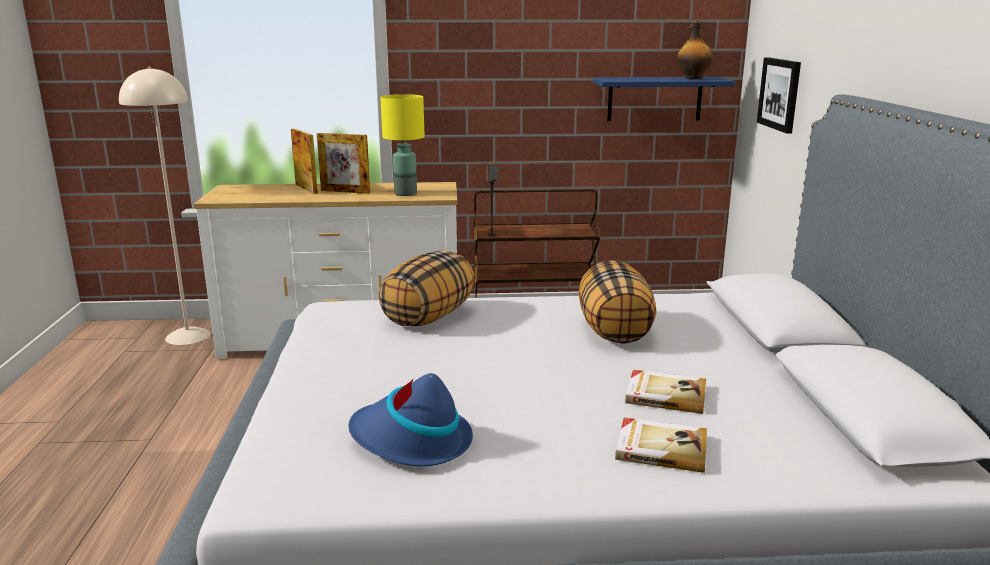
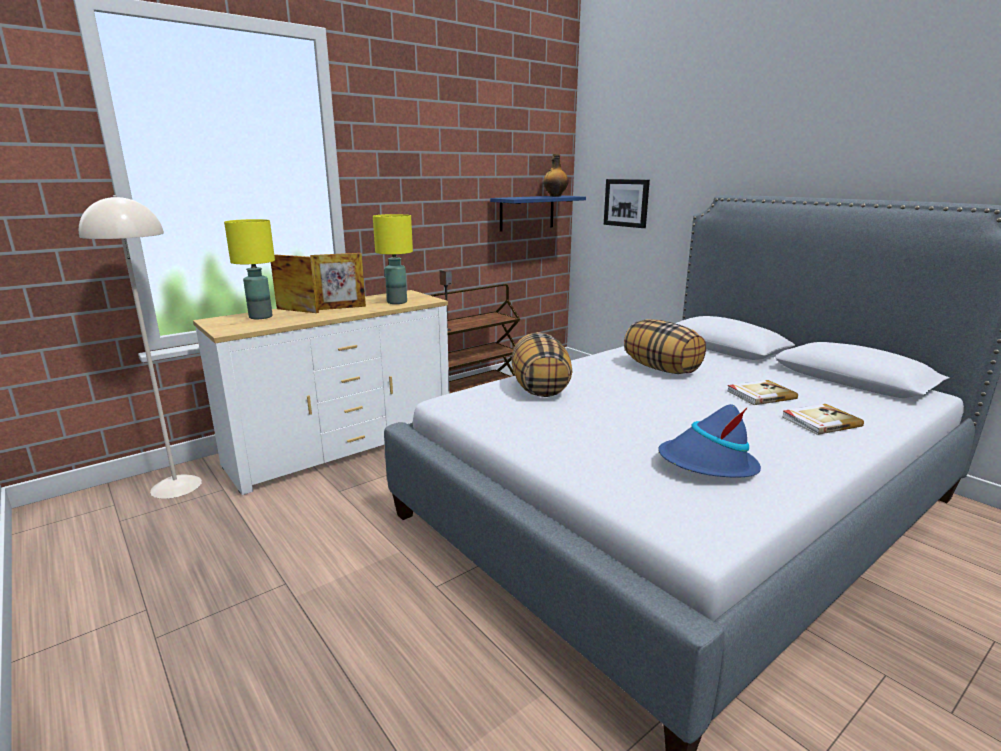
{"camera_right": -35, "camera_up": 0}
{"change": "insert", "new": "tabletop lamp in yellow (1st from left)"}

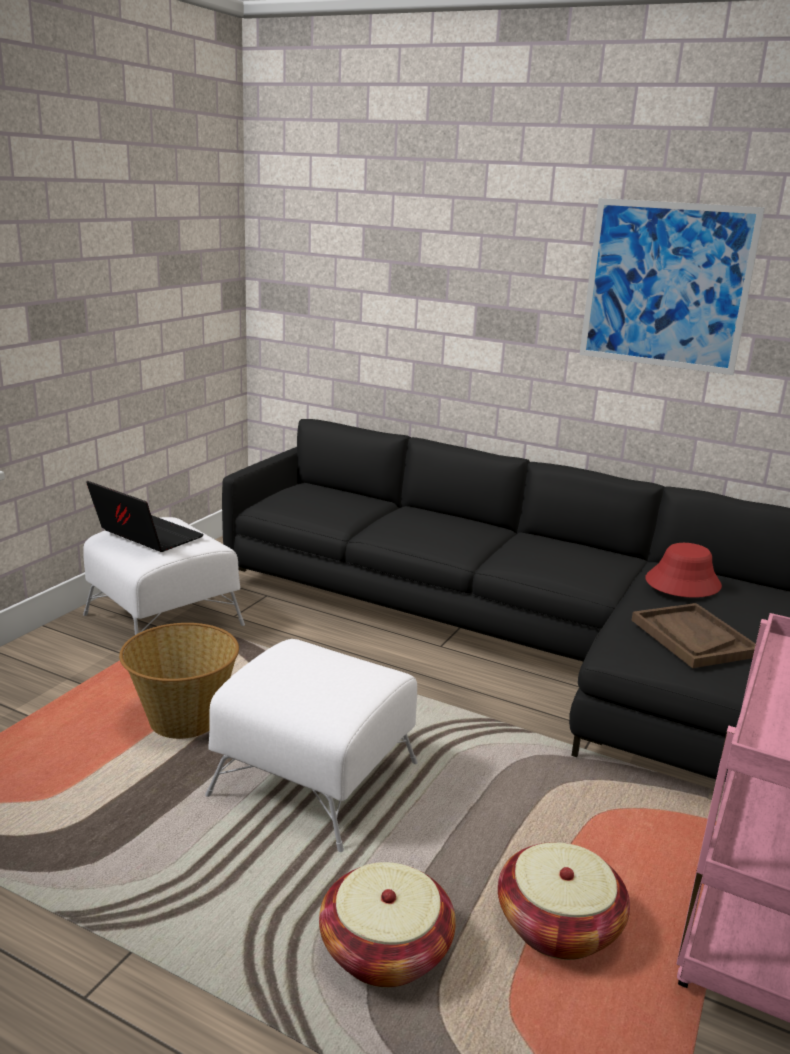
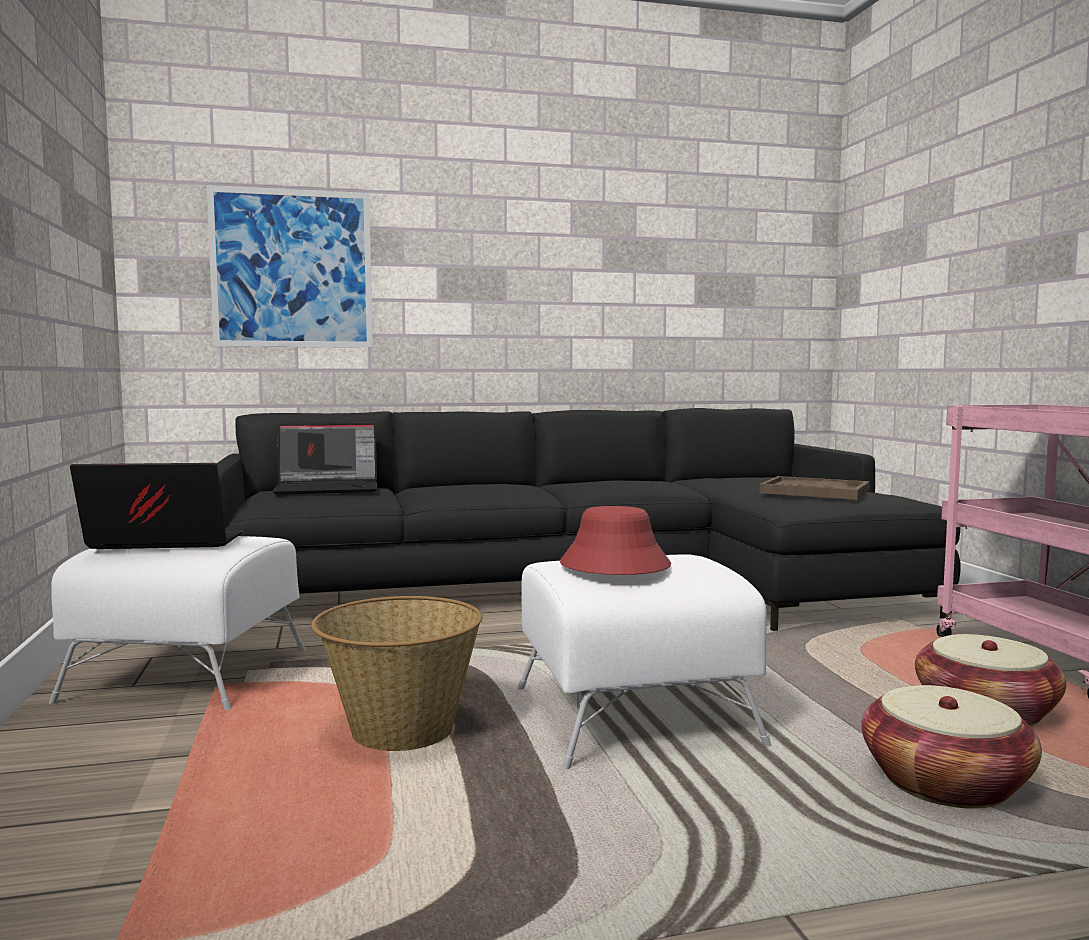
{"camera_right": -40, "camera_up": -15}
{"change": "move", "old": "wall picture"}
{"change": "insert", "new": "notebook computer (2nd from left)"}
{"change": "move", "old": "wearable hat in red"}

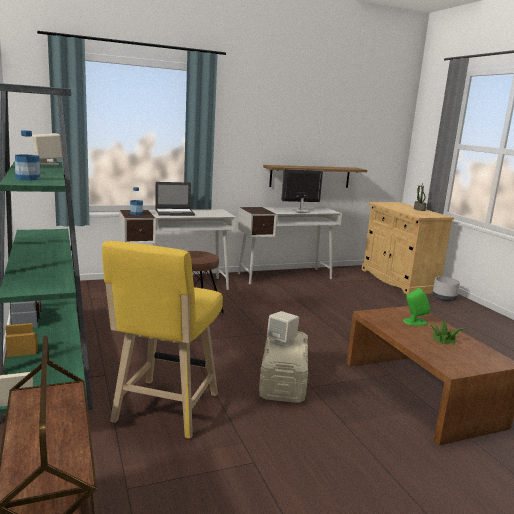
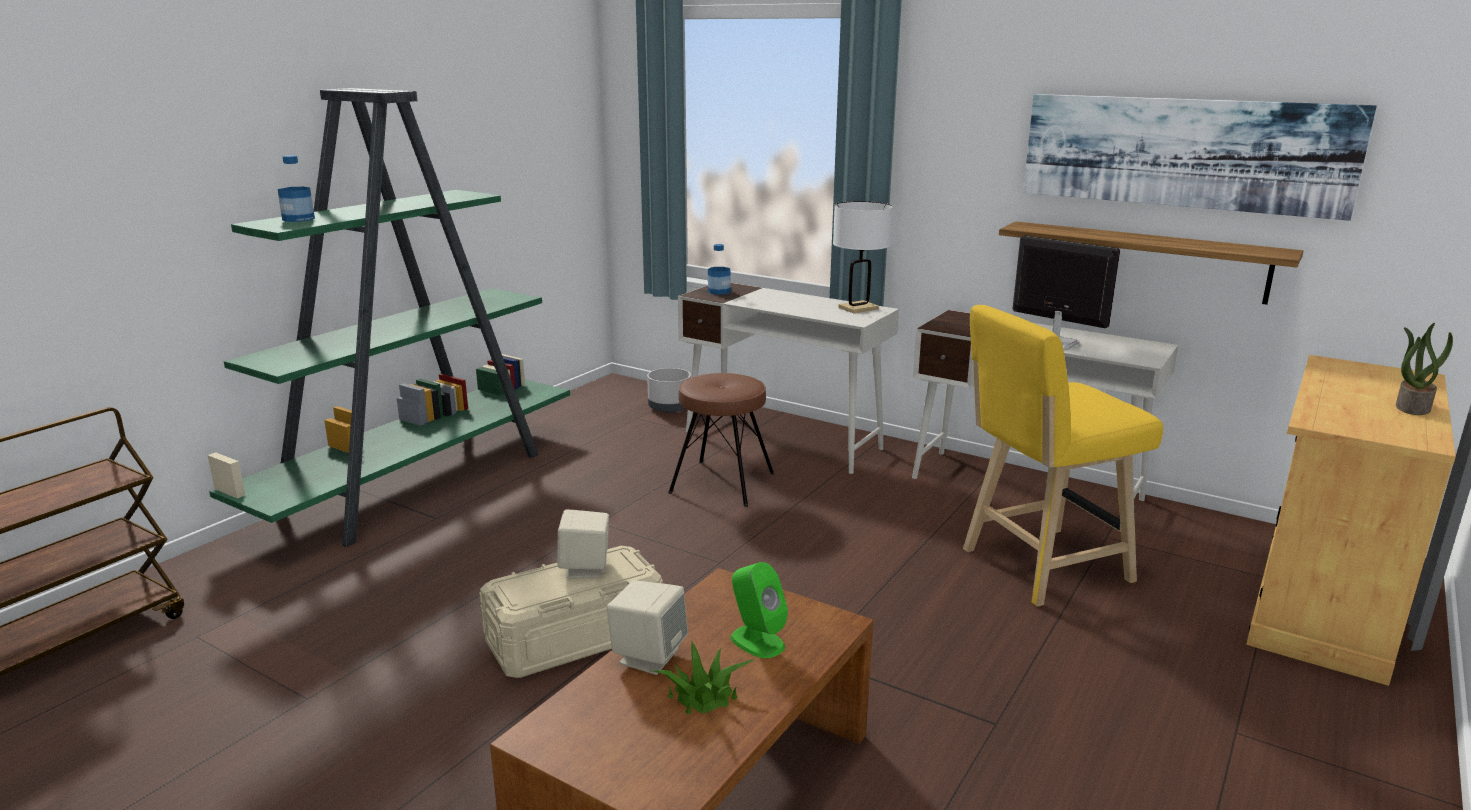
{"camera_right": 55, "camera_up": 5}
{"change": "move", "old": "speaker in beige (1st from left in the first image)", "new": "speaker in beige (2nd from left)"}
{"change": "move", "old": "flower pot in gray"}
{"change": "insert", "new": "tabletop lamp in white-coloured"}
{"change": "move", "old": "sitting stool in yellow"}
{"change": "insert", "new": "wall picture"}
{"change": "delete", "old": "notebook computer"}

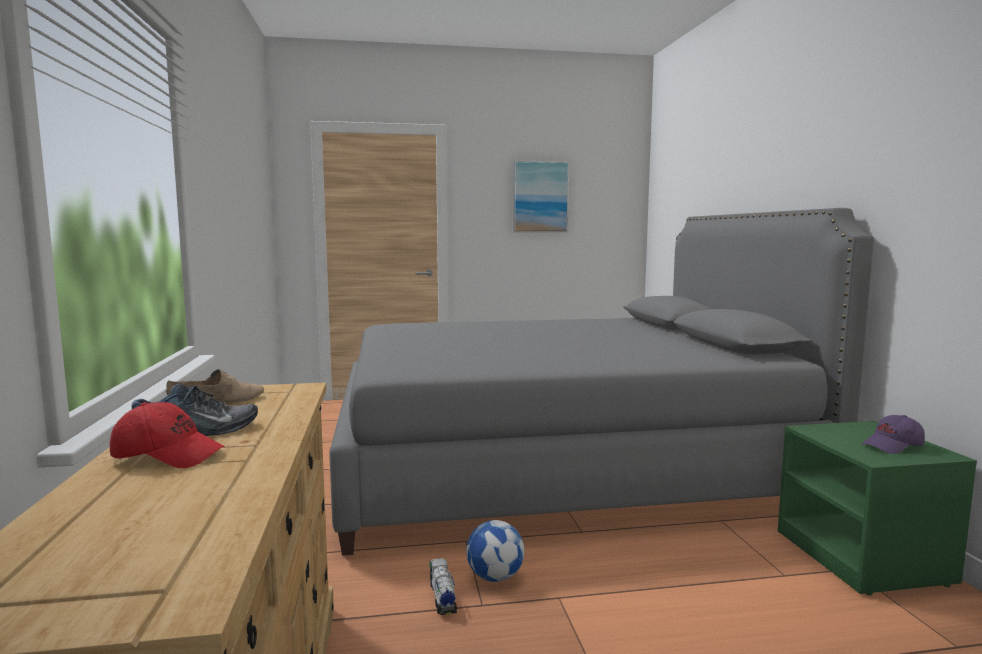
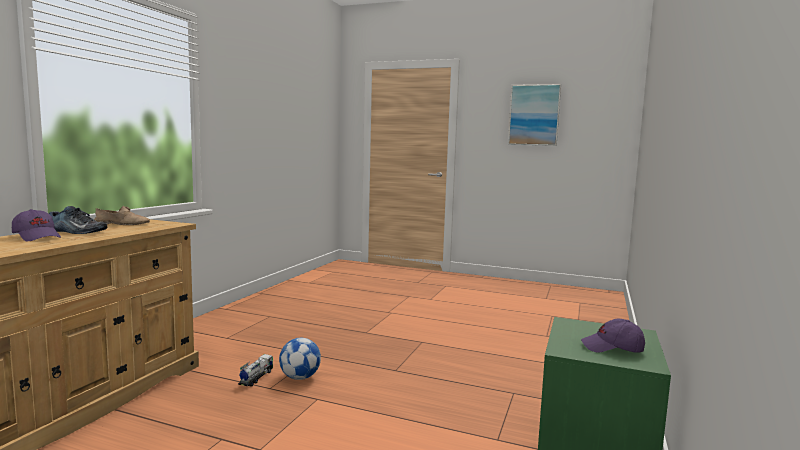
{"camera_right": 30, "camera_up": 0}
{"change": "recolor", "old": "baseball cap in red", "new": "baseball cap in purplish (1st from left)"}
{"change": "delete", "old": "sleeping bed in gray"}

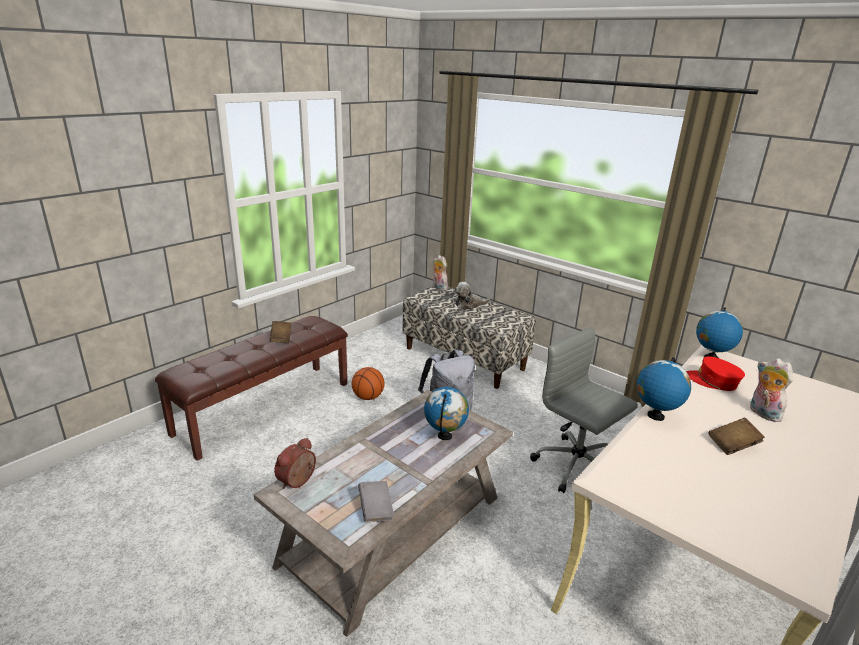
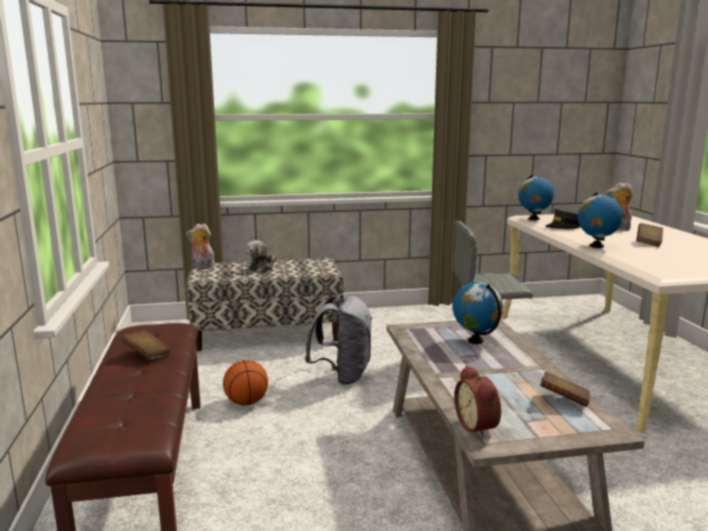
{"camera_right": -50, "camera_up": -10}
{"change": "recolor", "old": "book in gray", "new": "book in brown (2nd from left)"}
{"change": "recolor", "old": "baseball cap in red", "new": "baseball cap in gray"}

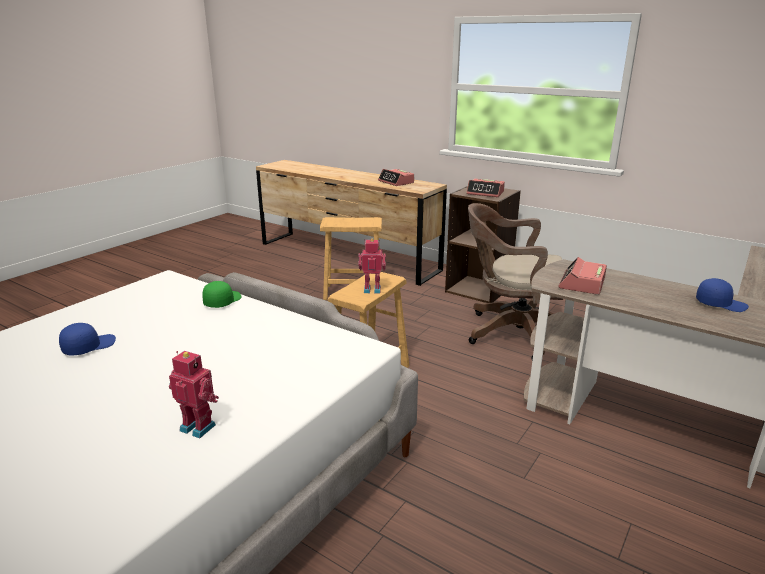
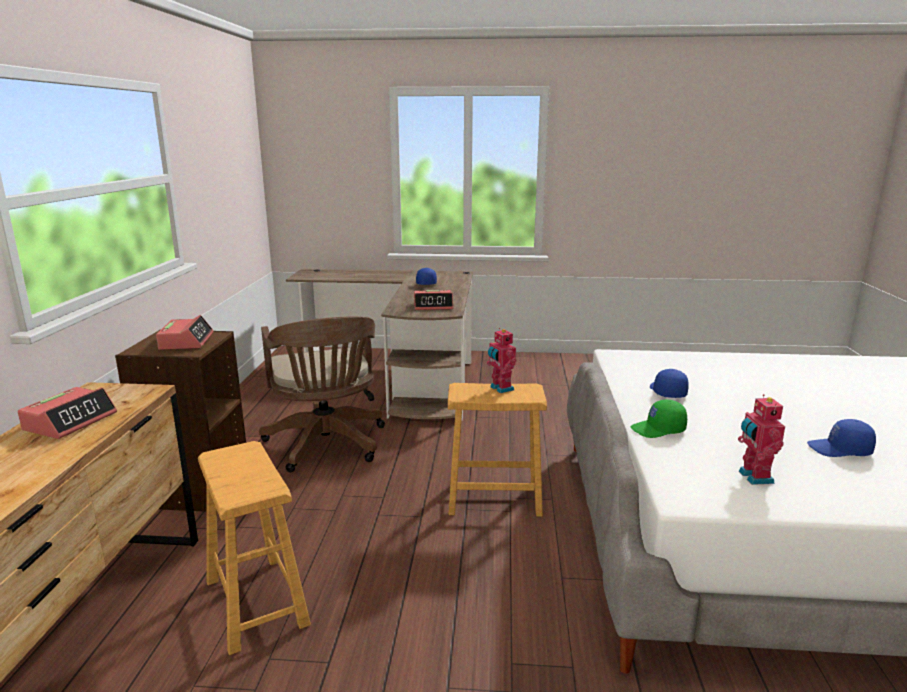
{"camera_right": -120, "camera_up": -5}
{"change": "insert", "new": "baseball cap in blue-coloured (2nd from left)"}
{"change": "move", "old": "robot figure (1st from left in the first image)", "new": "robot figure (2nd from left)"}

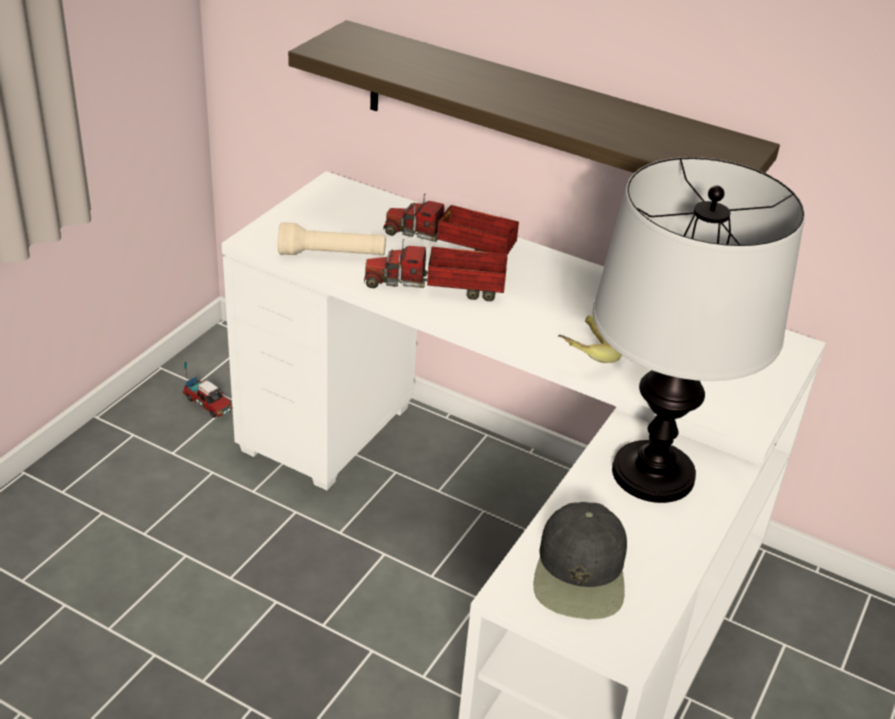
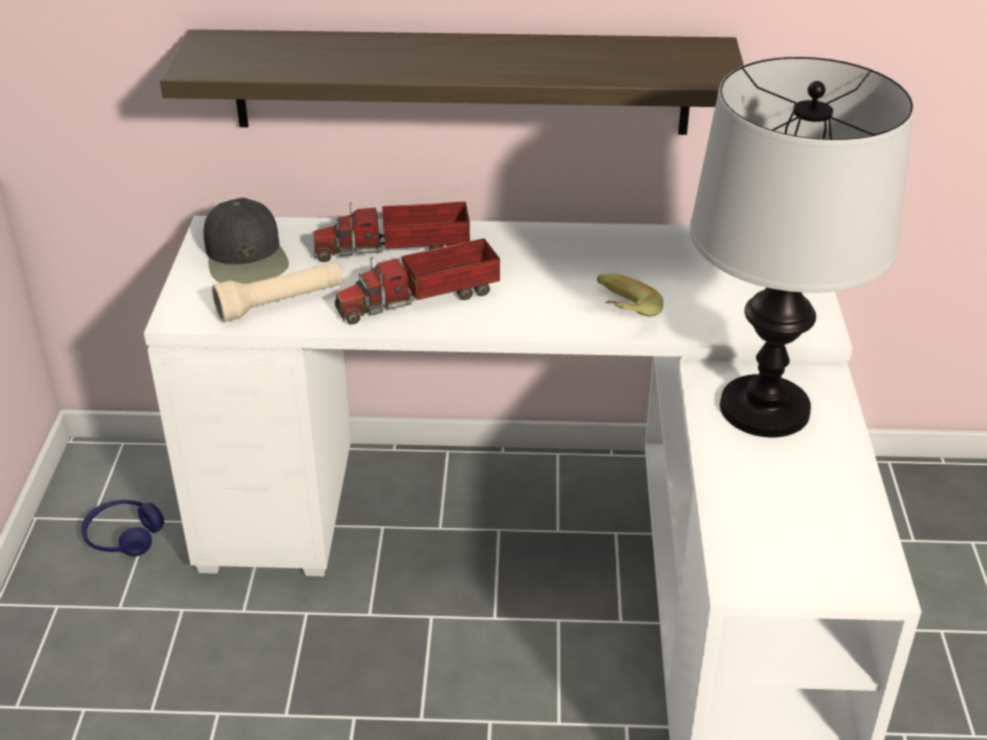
{"camera_right": -25, "camera_up": 0}
{"change": "replace", "old": "toy lorry (1st from left)", "new": "headset in blue-coloured"}
{"change": "move", "old": "baseball cap in black-coloured"}

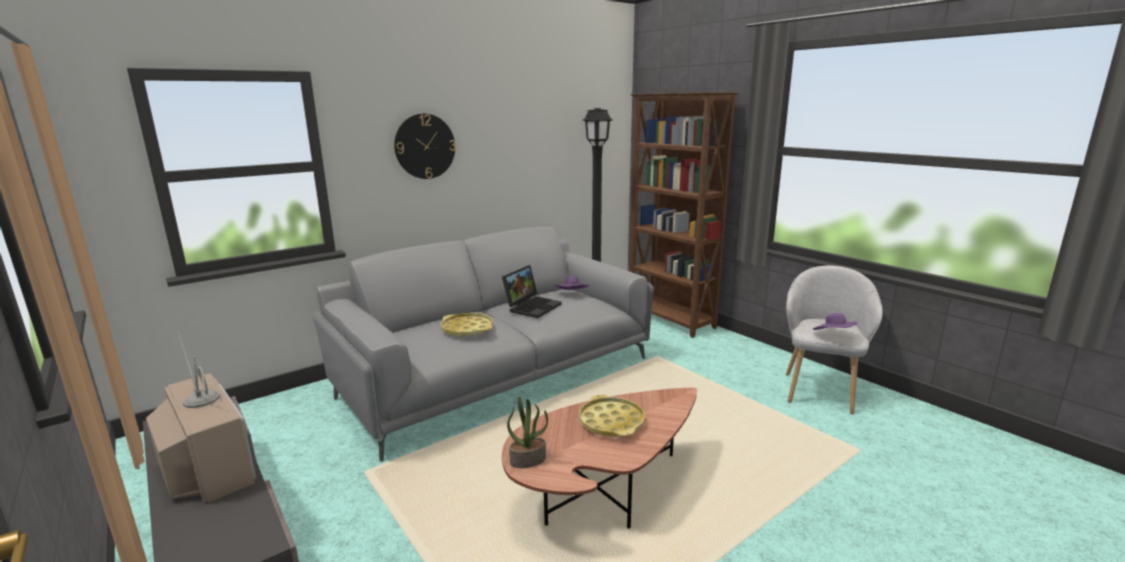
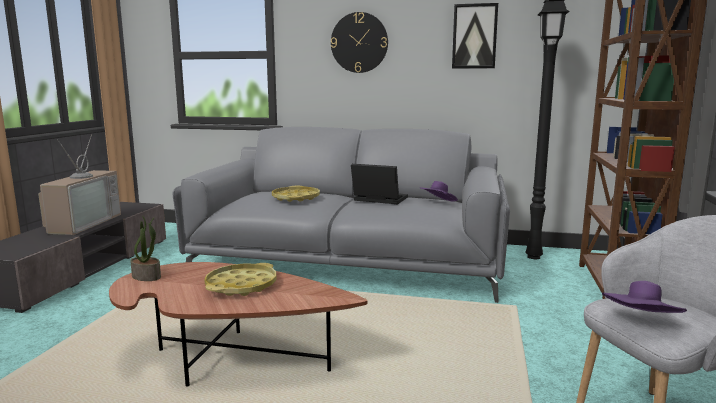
{"camera_right": 50, "camera_up": -5}
{"change": "rotate", "old": "notebook computer", "degrees": -150}
{"change": "insert", "new": "wall picture"}

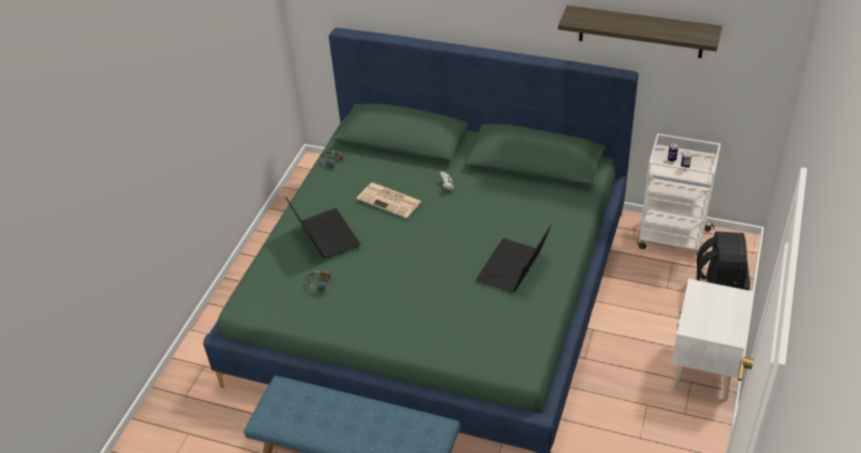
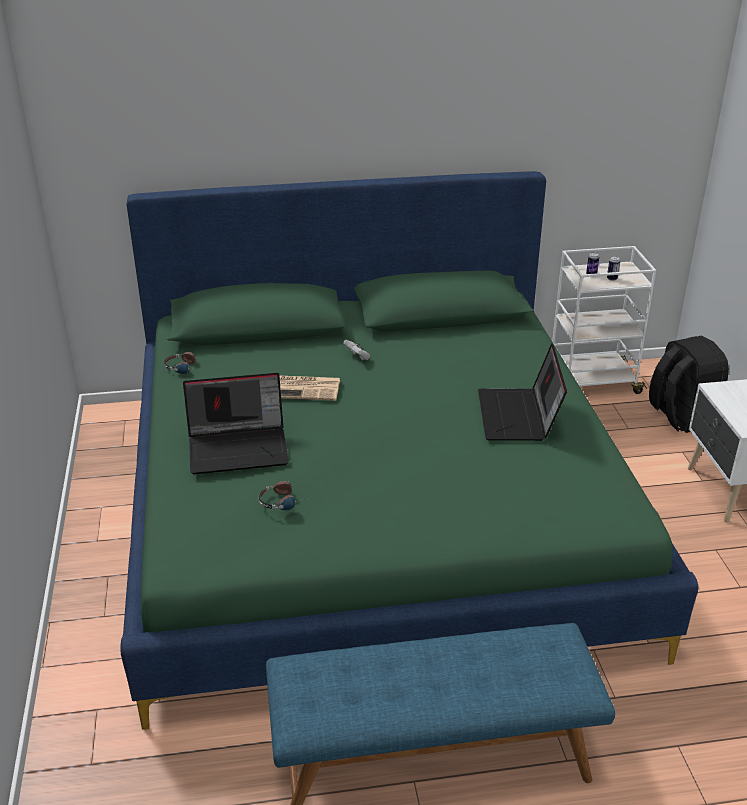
{"camera_right": -30, "camera_up": -10}
{"change": "rotate", "old": "notebook computer (1st from left)", "degrees": 135}
{"change": "delete", "old": "wall shelf"}

